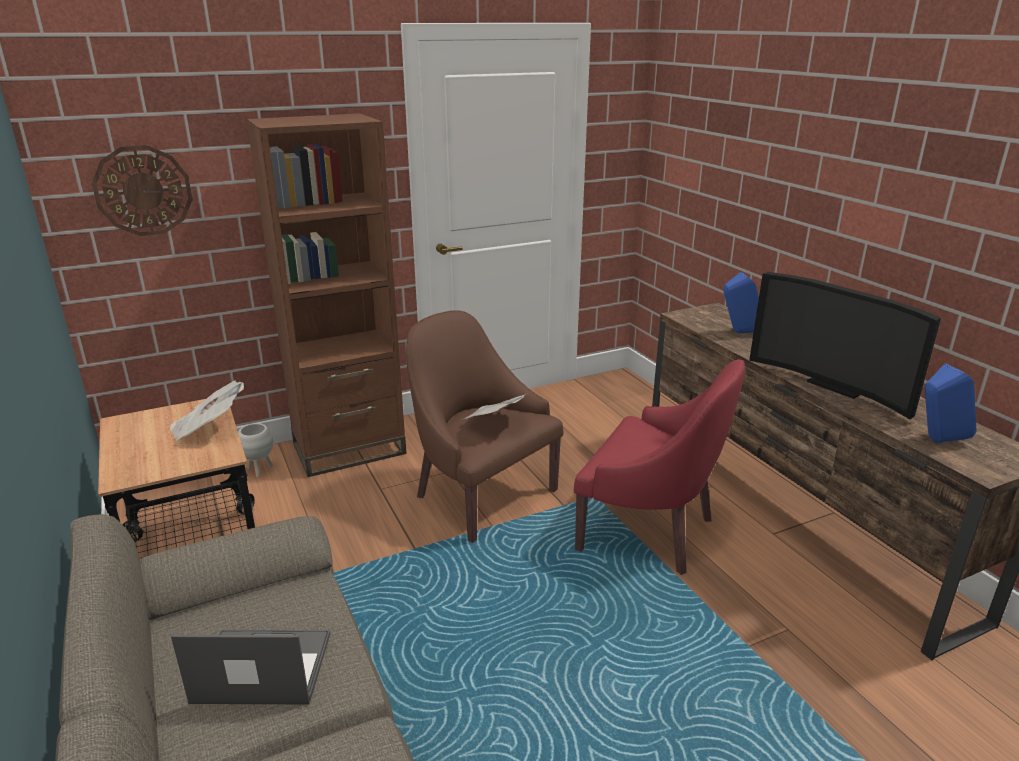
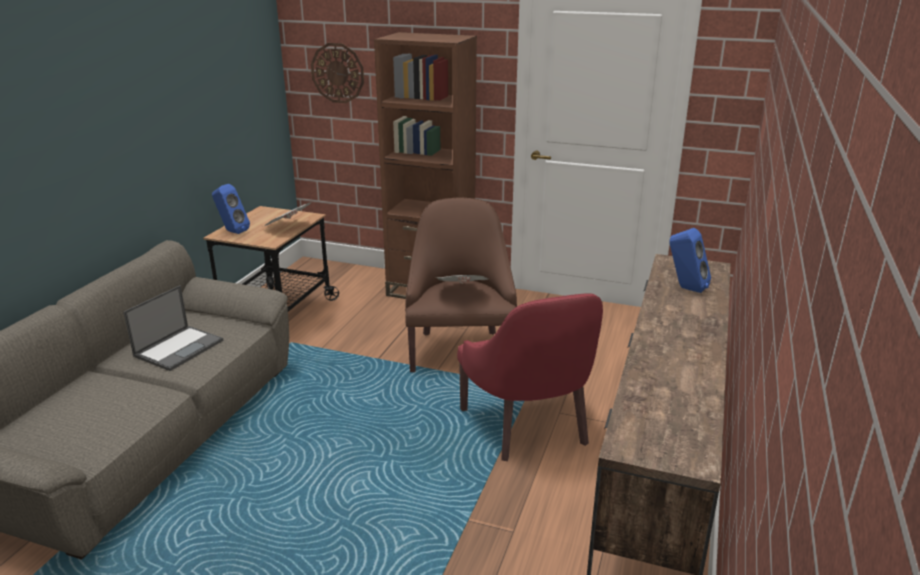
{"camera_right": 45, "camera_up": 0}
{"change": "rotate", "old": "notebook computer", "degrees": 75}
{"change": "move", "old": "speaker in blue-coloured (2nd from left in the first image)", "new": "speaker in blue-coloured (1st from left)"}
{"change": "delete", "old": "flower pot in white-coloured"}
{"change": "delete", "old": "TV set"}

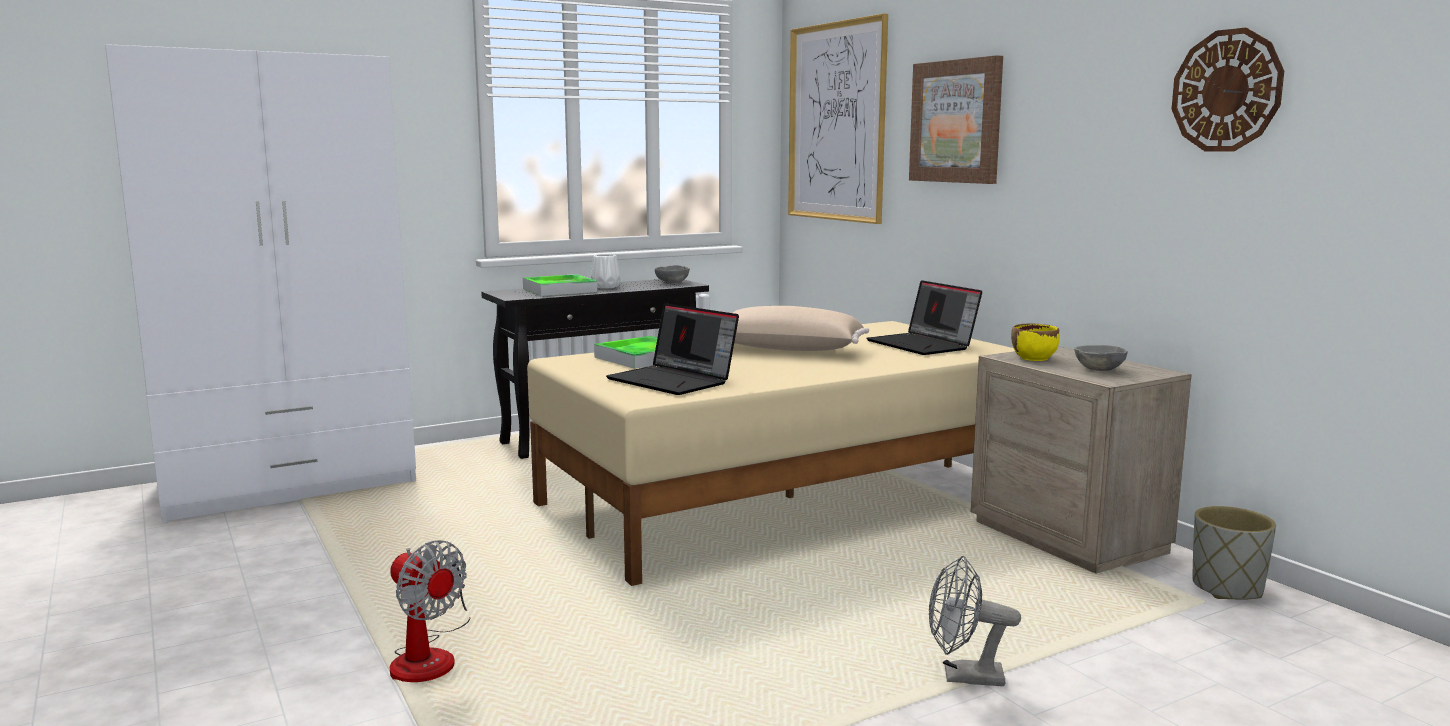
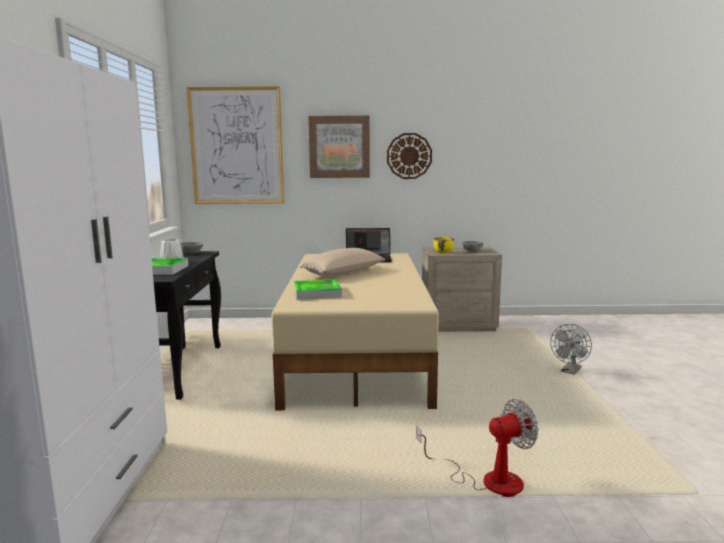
{"camera_right": -60, "camera_up": 0}
{"change": "move", "old": "wall clock"}
{"change": "delete", "old": "notebook computer (1st from left)"}
{"change": "delete", "old": "flower pot in gray"}

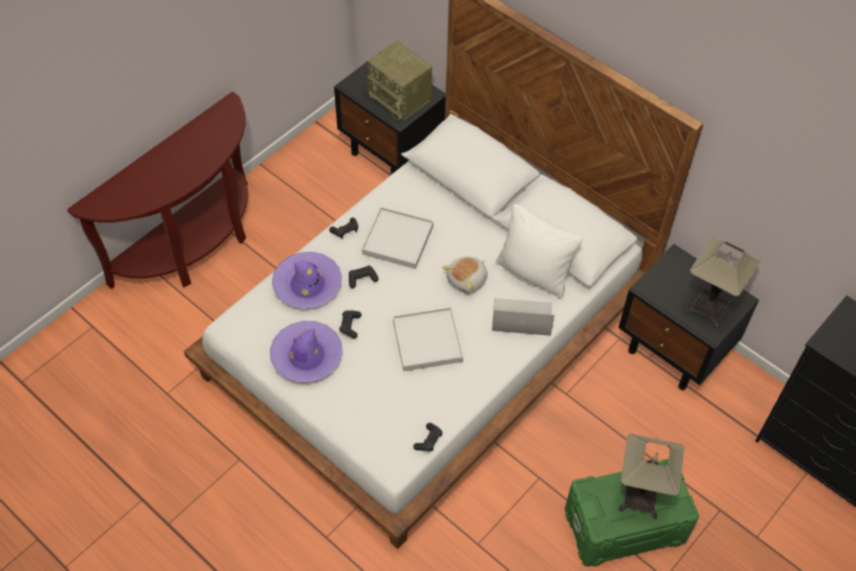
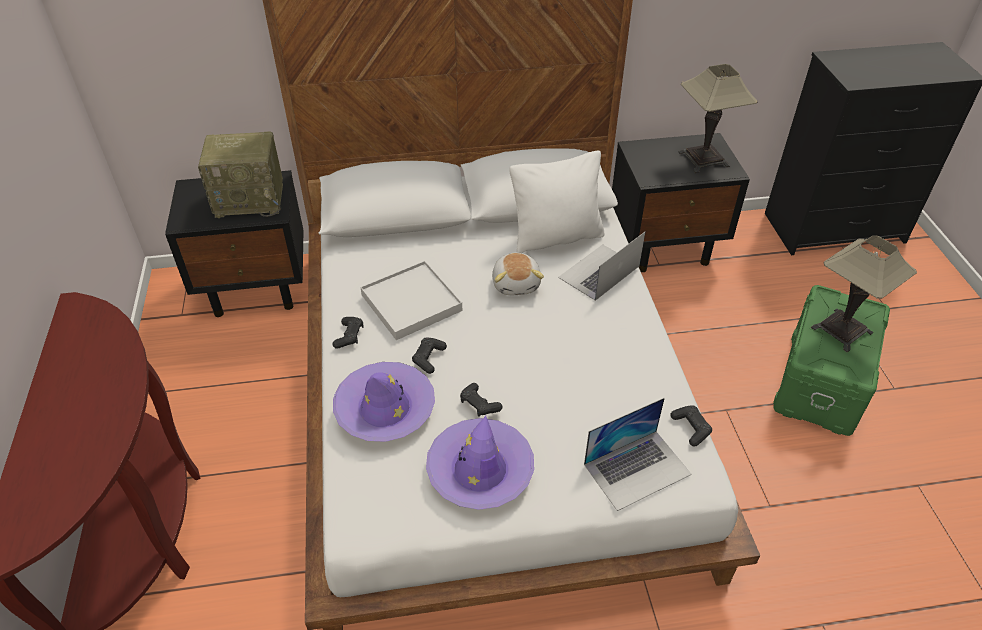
{"camera_right": -50, "camera_up": -10}
{"change": "insert", "new": "notebook computer (2nd from left)"}
{"change": "delete", "old": "serving tray in white-coloured (2nd from left)"}

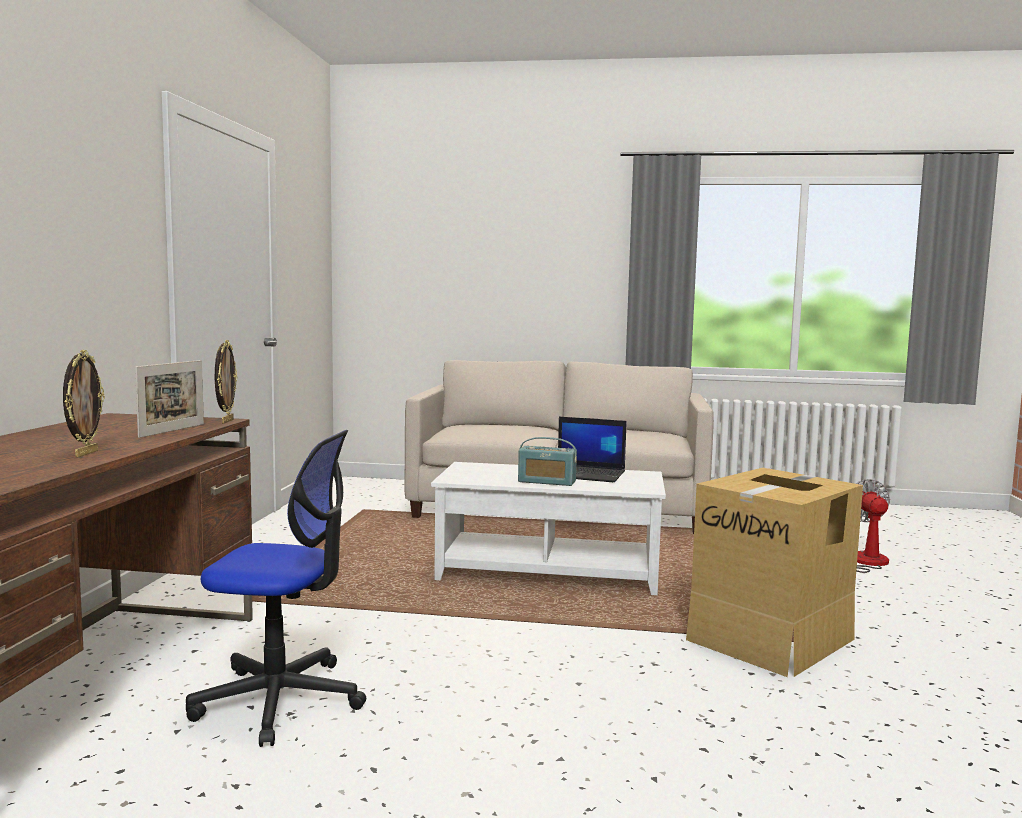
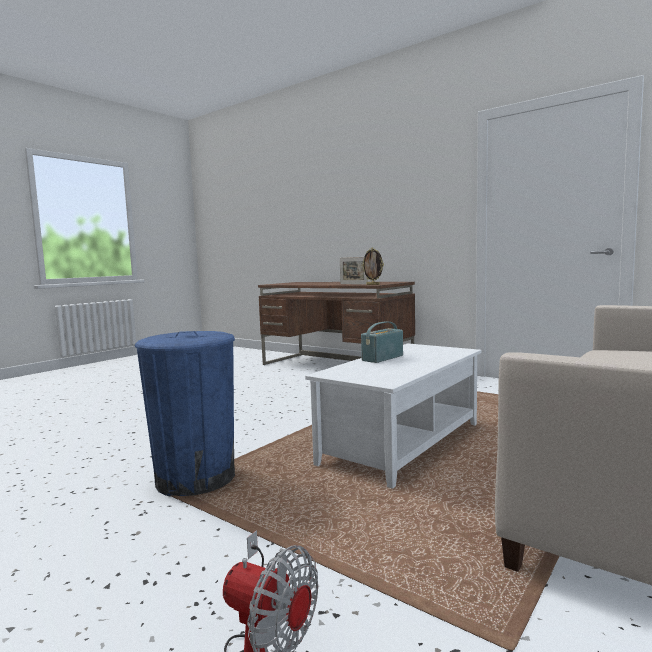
{"camera_right": 120, "camera_up": 0}
{"change": "replace", "old": "cardboard box", "new": "rubbish bin in blue-coloured"}
{"change": "delete", "old": "photo frame (1st from left)"}
{"change": "delete", "old": "office chair"}
{"change": "delete", "old": "notebook computer"}

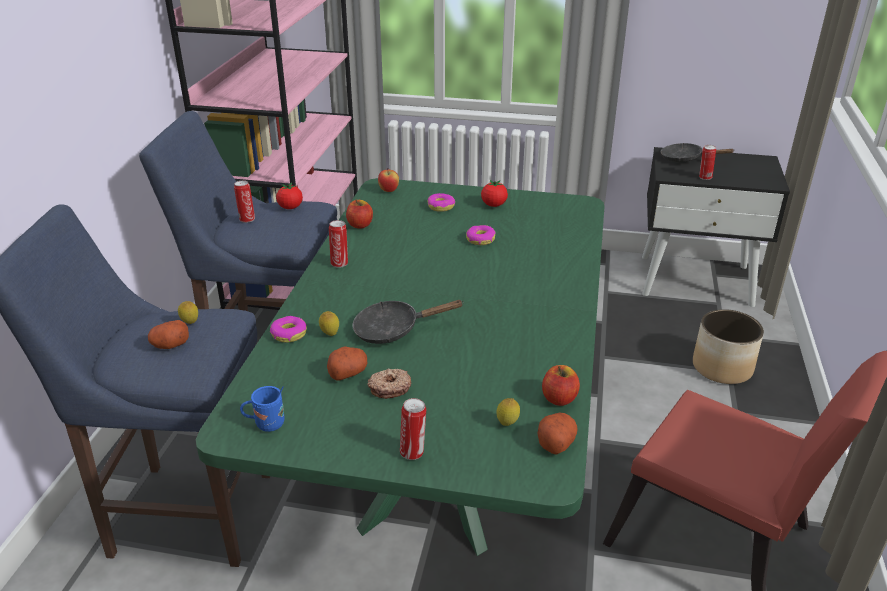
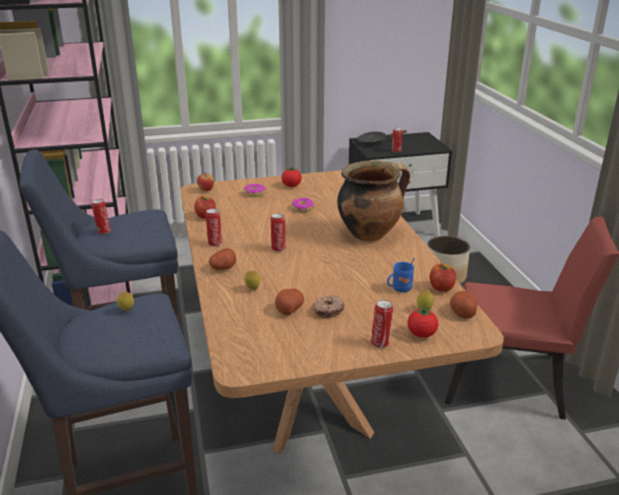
{"camera_right": -25, "camera_up": -5}
{"change": "recolor", "old": "kitchen table in green-coloured", "new": "kitchen table in brown"}
{"change": "move", "old": "spud (1st from left)"}
{"change": "insert", "new": "metal can (3rd from left)"}
{"change": "insert", "new": "saucepot"}
{"change": "move", "old": "tea mug in blue-coloured"}
{"change": "move", "old": "whole tomato (1st from left in the first image)", "new": "whole tomato (2nd from left)"}
{"change": "delete", "old": "doughnut (1st from left)"}
{"change": "delete", "old": "skillet in black-coloured (1st from left)"}

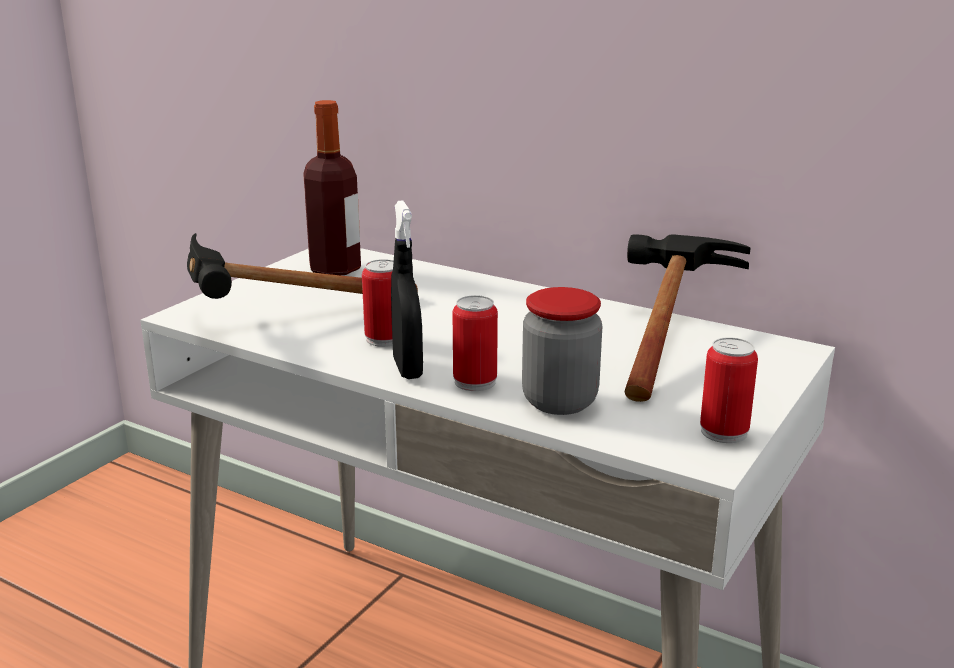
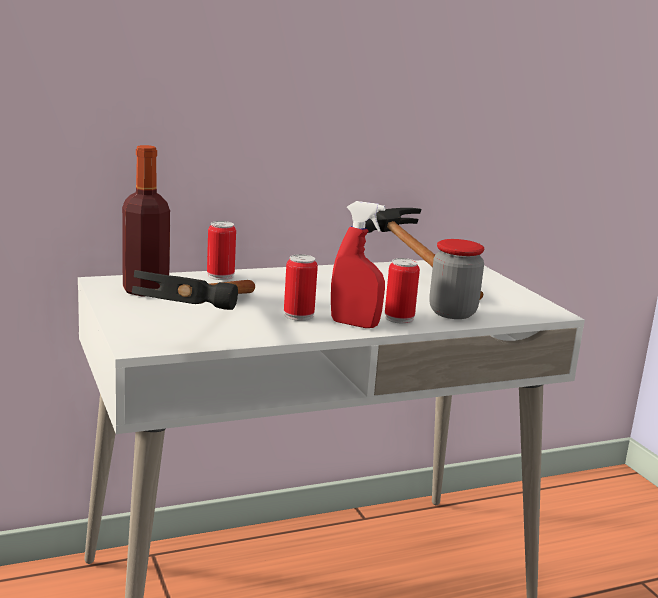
{"camera_right": -55, "camera_up": -5}
{"change": "move", "old": "metal can (3rd from left in the first image)", "new": "metal can (1st from left)"}
{"change": "recolor", "old": "sprayer in black-coloured", "new": "sprayer in red"}

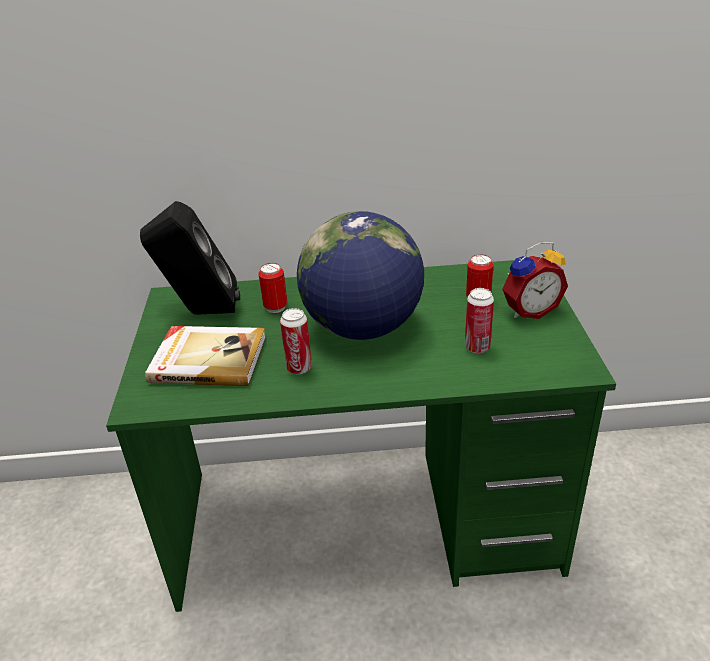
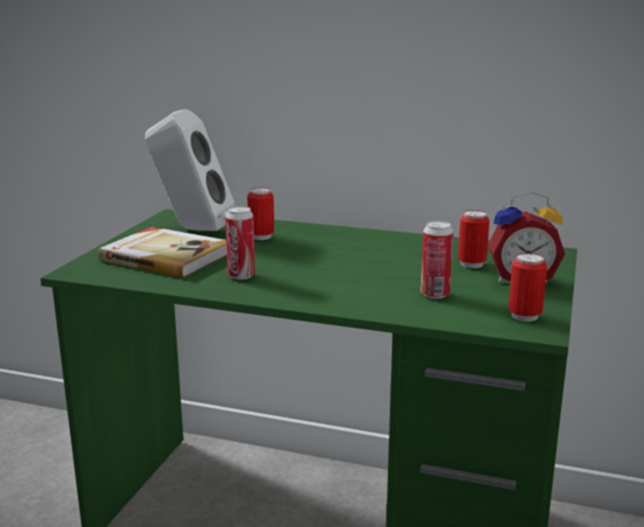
{"camera_right": 20, "camera_up": -15}
{"change": "recolor", "old": "speaker in black-coloured", "new": "speaker in white-coloured"}
{"change": "insert", "new": "metal can (5th from left)"}
{"change": "delete", "old": "desk globe"}

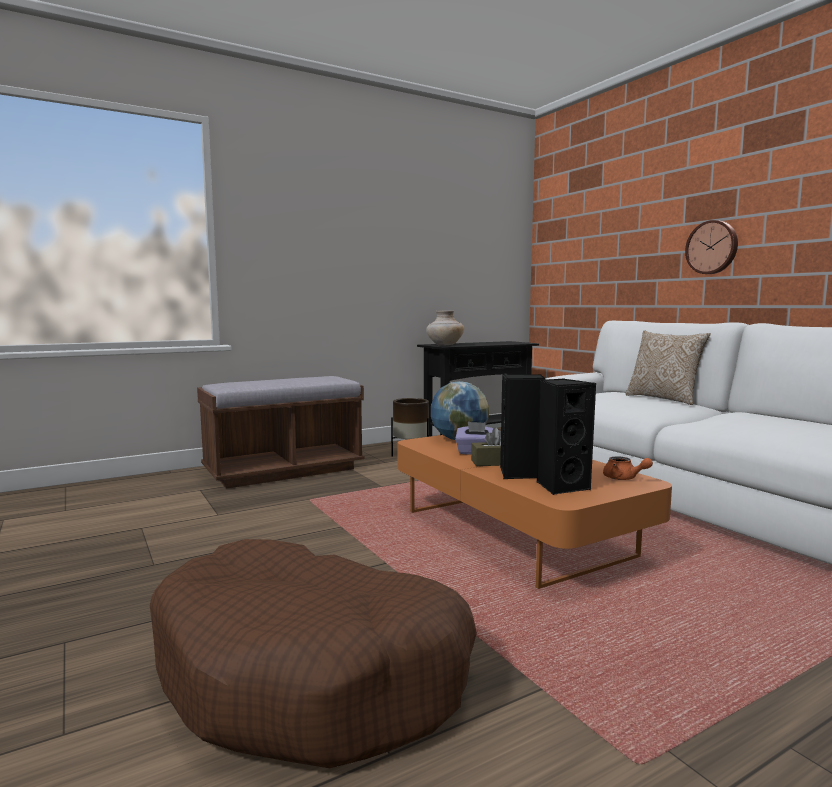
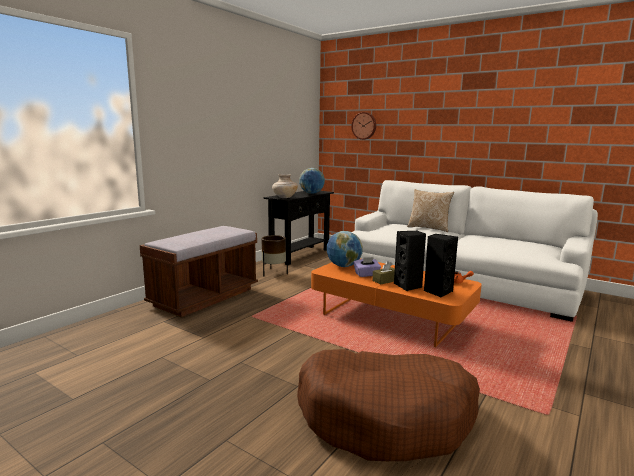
{"camera_right": -25, "camera_up": 5}
{"change": "insert", "new": "desk globe (1st from left)"}
{"change": "move", "old": "wall clock"}

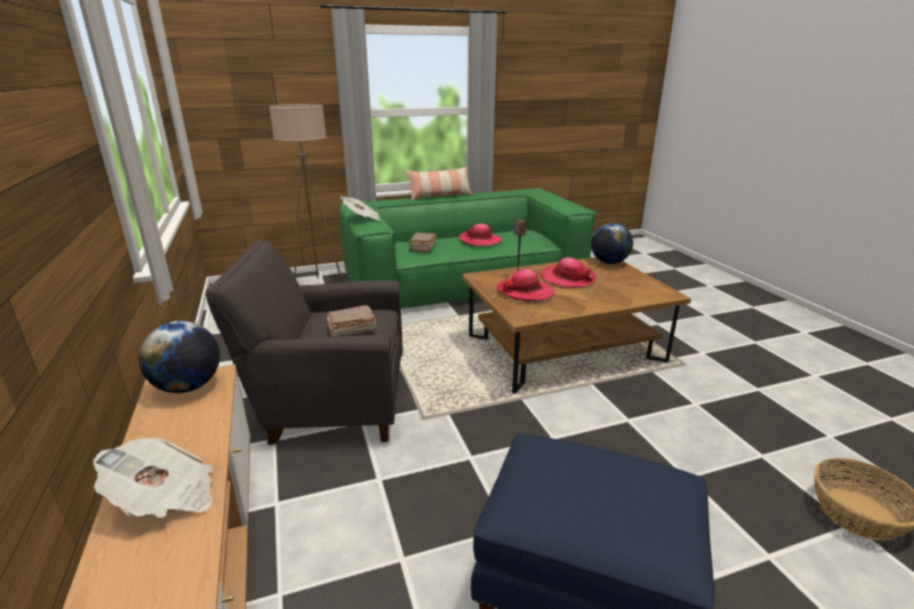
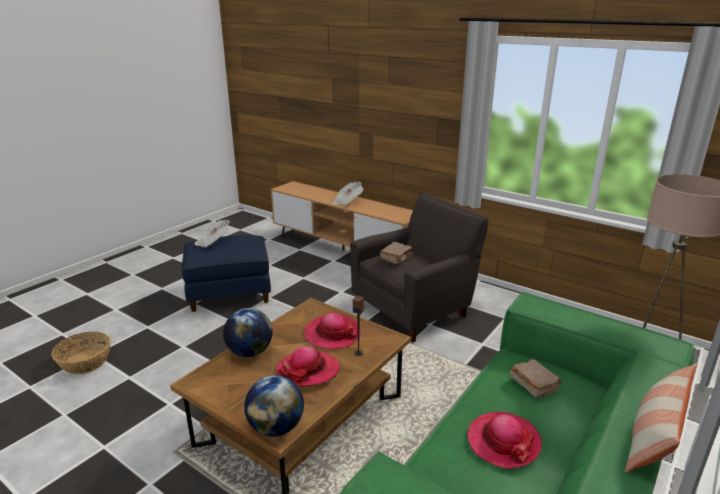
{"camera_right": 145, "camera_up": 0}
{"change": "move", "old": "printed paper (2nd from left in the first image)", "new": "printed paper (1st from left)"}
{"change": "move", "old": "desk globe (1st from left)"}

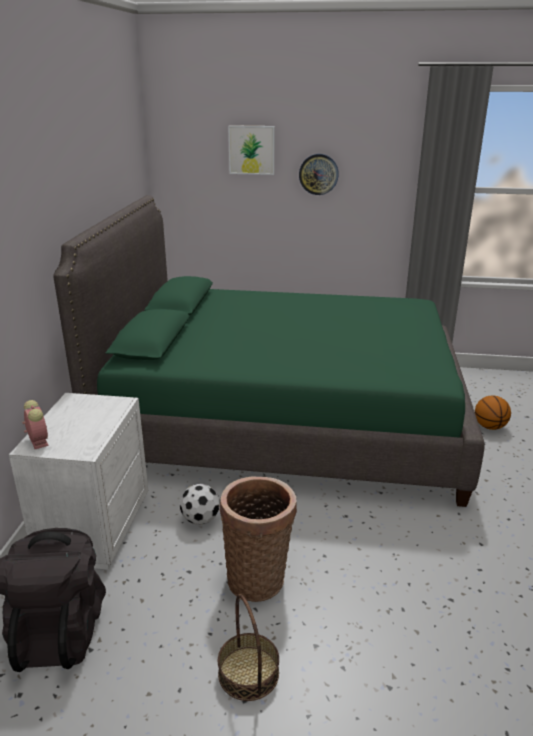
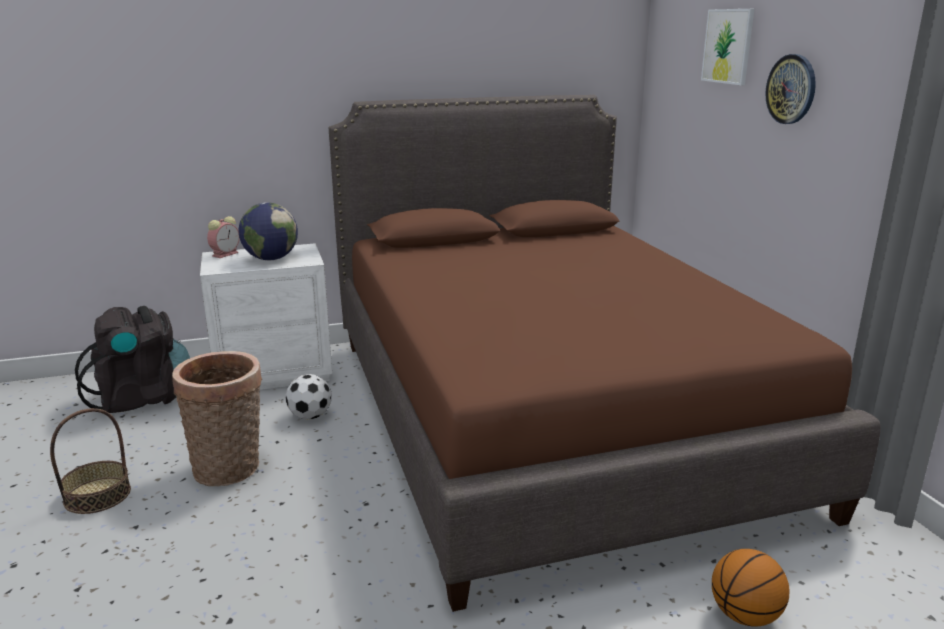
{"camera_right": 65, "camera_up": -5}
{"change": "insert", "new": "desk globe"}
{"change": "recolor", "old": "sleeping bed in green-coloured", "new": "sleeping bed in brown"}

